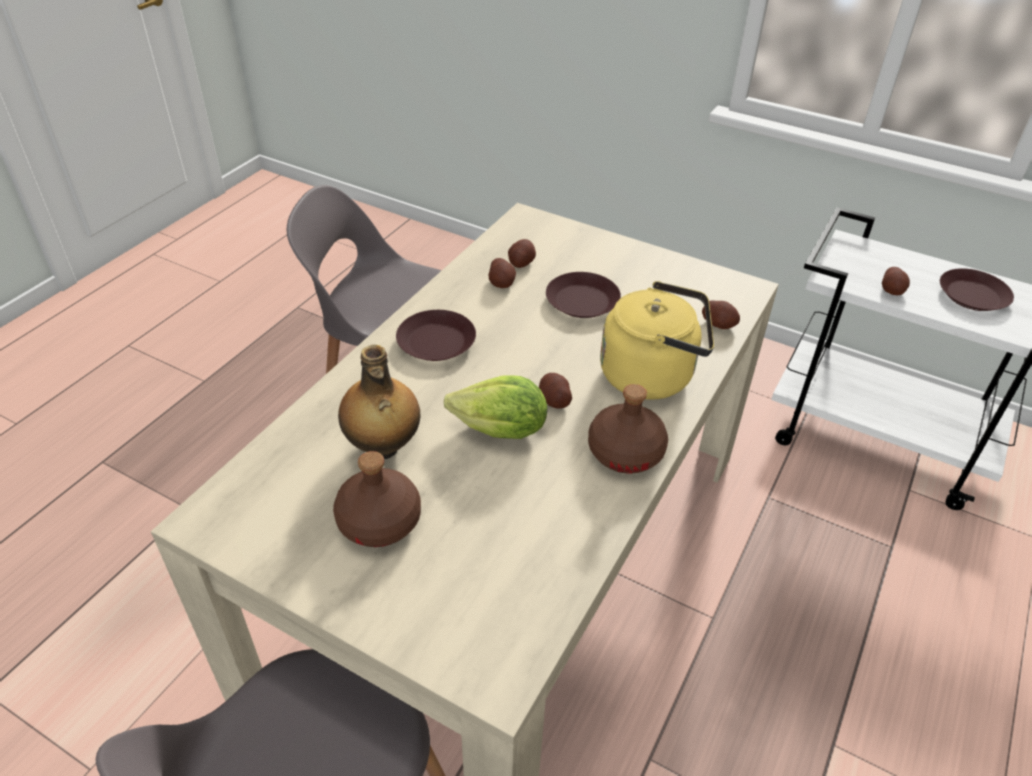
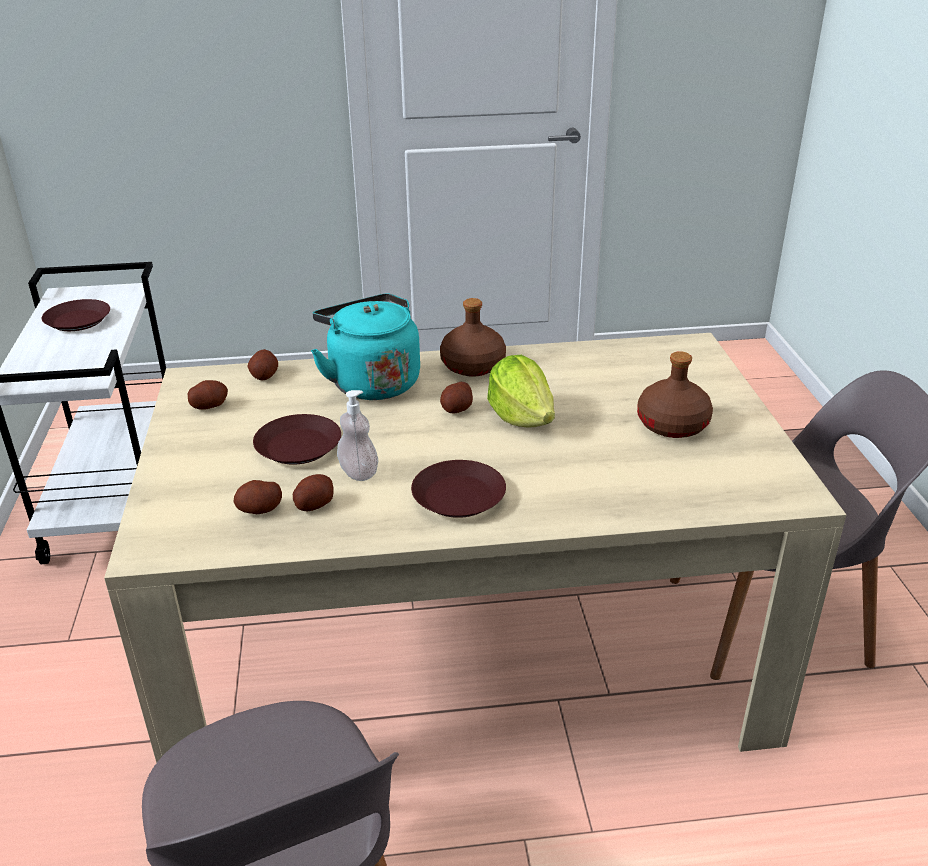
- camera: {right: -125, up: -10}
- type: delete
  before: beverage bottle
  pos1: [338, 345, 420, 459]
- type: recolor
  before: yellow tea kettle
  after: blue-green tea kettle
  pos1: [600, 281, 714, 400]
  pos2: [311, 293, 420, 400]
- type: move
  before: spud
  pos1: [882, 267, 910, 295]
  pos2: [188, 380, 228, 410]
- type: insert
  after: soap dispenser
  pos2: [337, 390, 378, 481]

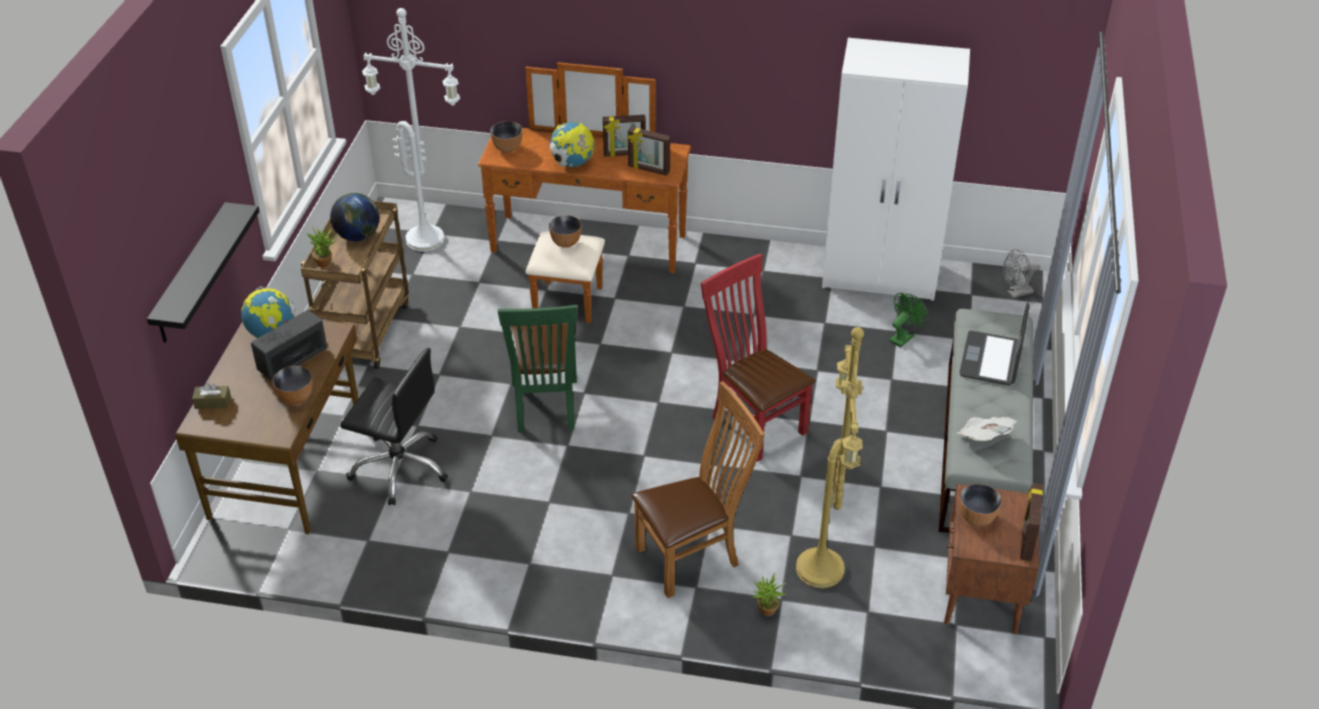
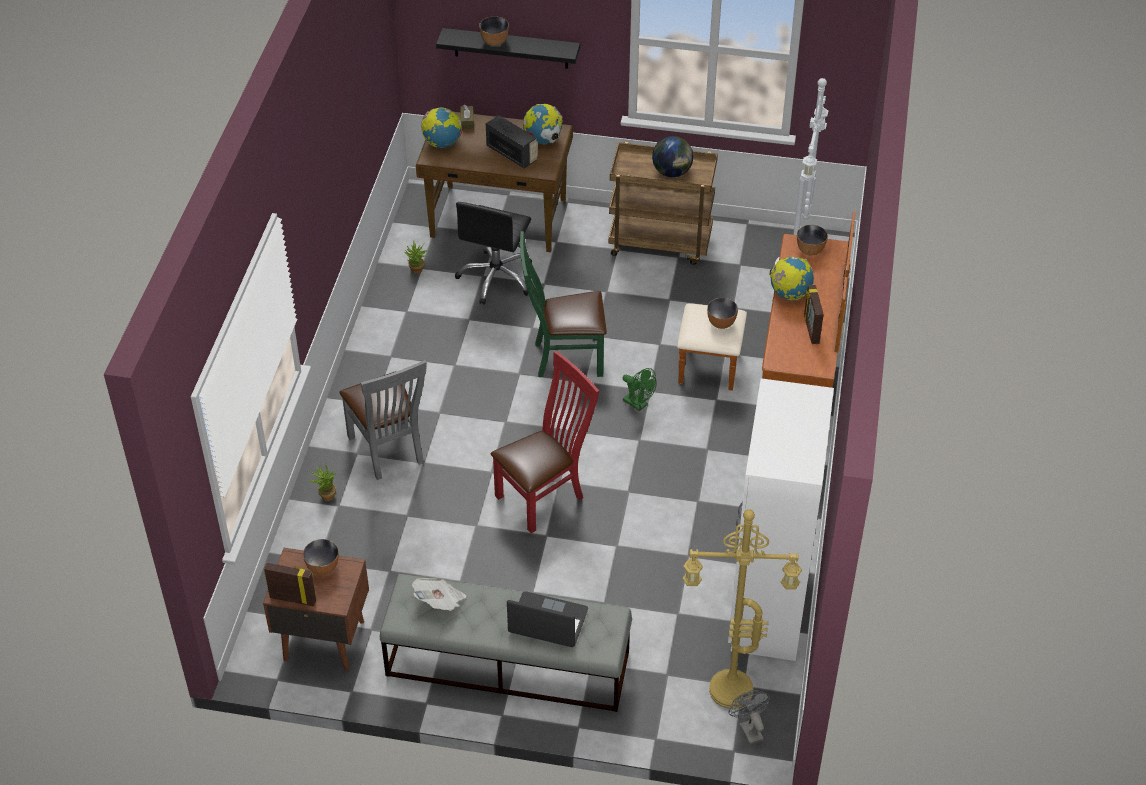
- camera: {right: 90, up: 5}
- type: move
  before: serving bowl
  pos1: [273, 366, 313, 405]
  pos2: [479, 16, 509, 46]
- type: move
  before: plant in a pot
  pos1: [306, 226, 337, 267]
  pos2: [405, 240, 428, 274]
- type: delete
  before: picture frame
  pos1: [627, 127, 670, 176]
- type: recolor
  before: brown chair
  after: grey chair
  pos1: [631, 381, 765, 598]
  pos2: [340, 360, 427, 480]
- type: move
  before: yellow standard lamp
  pos1: [796, 327, 864, 588]
  pos2: [682, 510, 802, 709]
- type: move
  before: green cooling fan
  pos1: [889, 293, 928, 347]
  pos2: [623, 368, 657, 411]
- type: insert
  after: globe
  pos2: [421, 107, 463, 148]

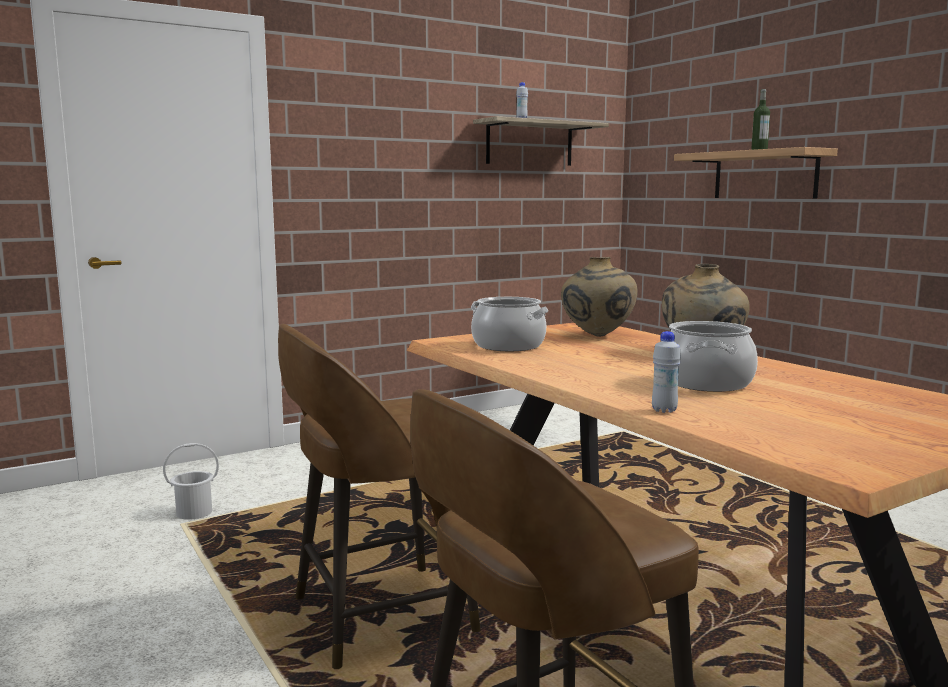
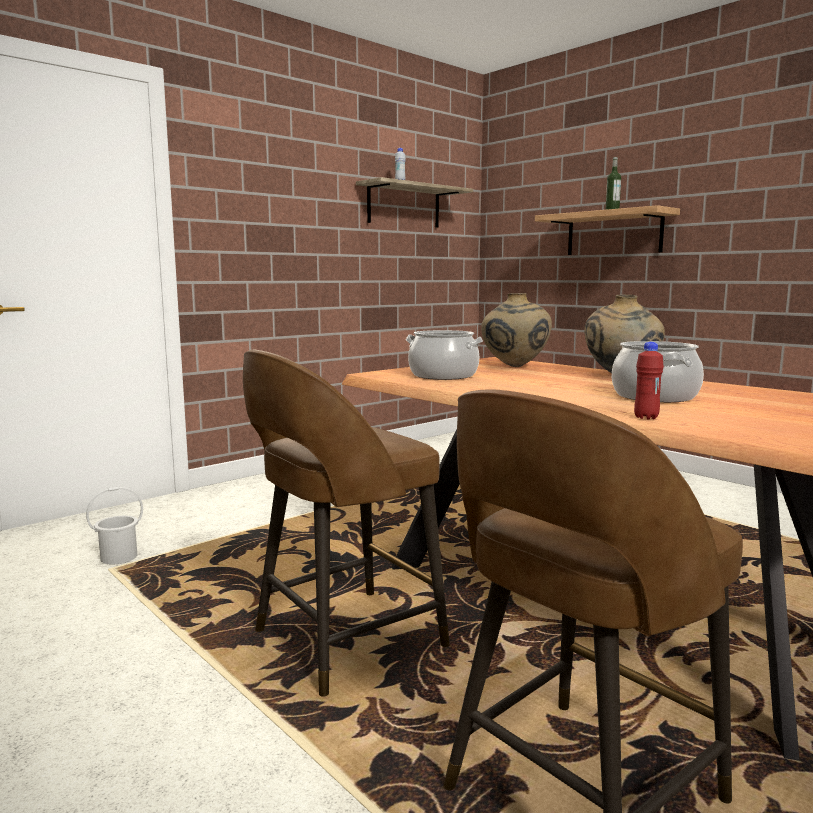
- camera: {right: -10, up: 0}
- type: recolor
  before: white beverage bottle
  after: red beverage bottle
  pos1: [652, 331, 681, 413]
  pos2: [634, 342, 664, 419]

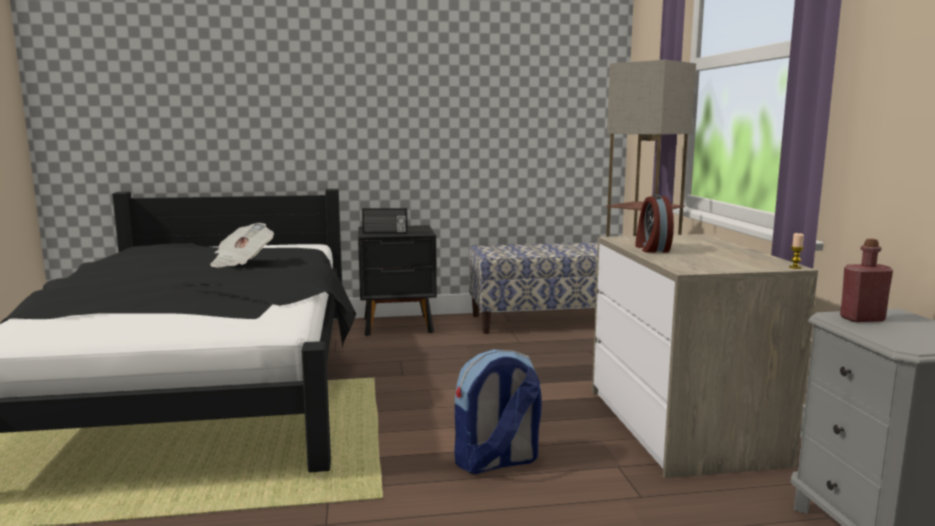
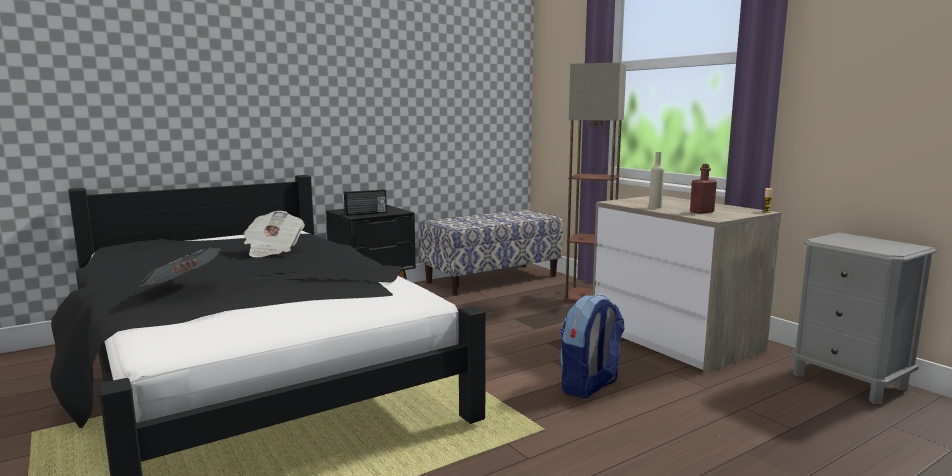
- camera: {right: -25, up: 0}
- type: replace
  before: bedside clock
  after: beige beverage bottle
  pos1: [635, 194, 674, 253]
  pos2: [649, 152, 664, 208]
- type: move
  before: red beverage bottle
  pos1: [840, 239, 893, 322]
  pos2: [690, 164, 717, 214]
- type: insert
  after: daily paper
  pos2: [138, 247, 221, 287]

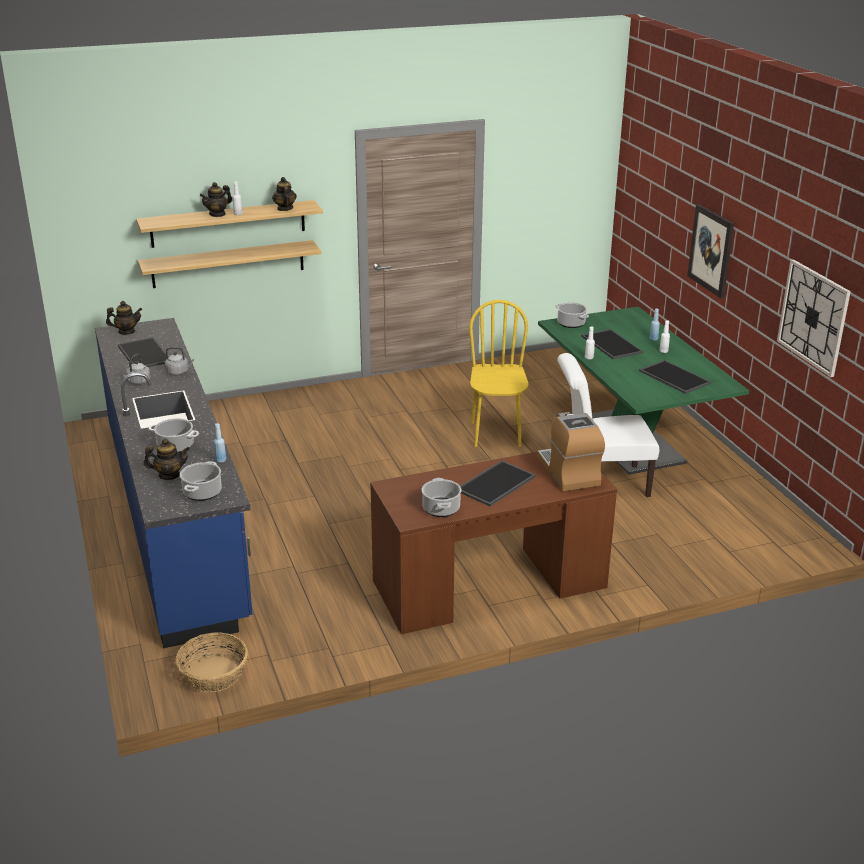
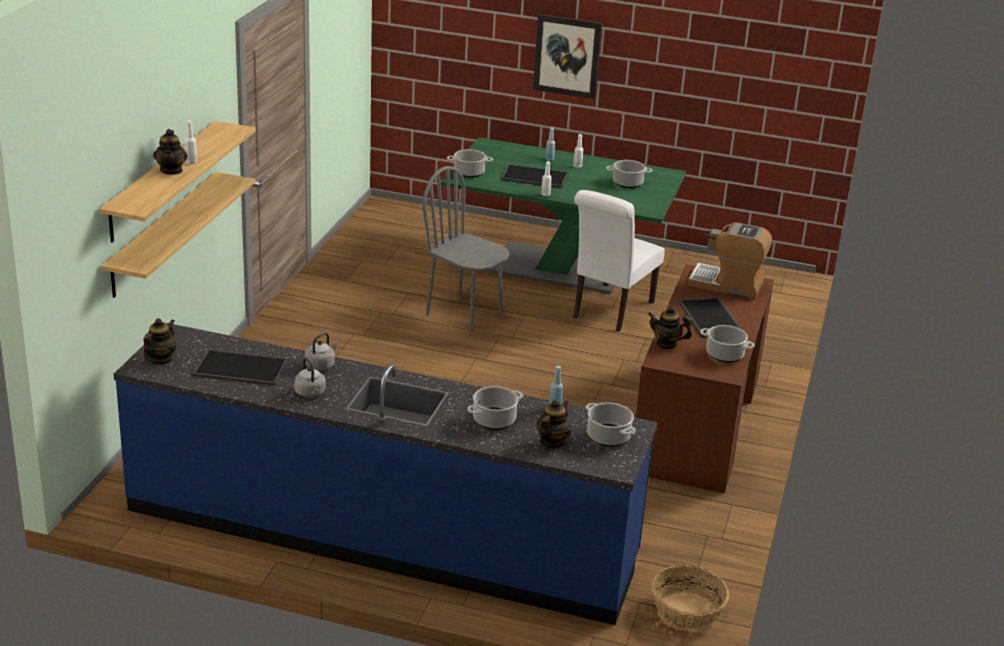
- camera: {right: -55, up: 0}
- type: move
  before: teapot
  pos1: [272, 177, 297, 211]
  pos2: [648, 307, 692, 350]
- type: recolor
  before: yellow chair
  after: grey chair
  pos1: [469, 300, 529, 447]
  pos2: [422, 166, 510, 333]
- type: replace
  before: tray
  after: saucepot
  pos1: [639, 360, 711, 394]
  pos2: [606, 160, 652, 188]
- type: delete
  before: wall clock
  pos1: [777, 259, 851, 377]

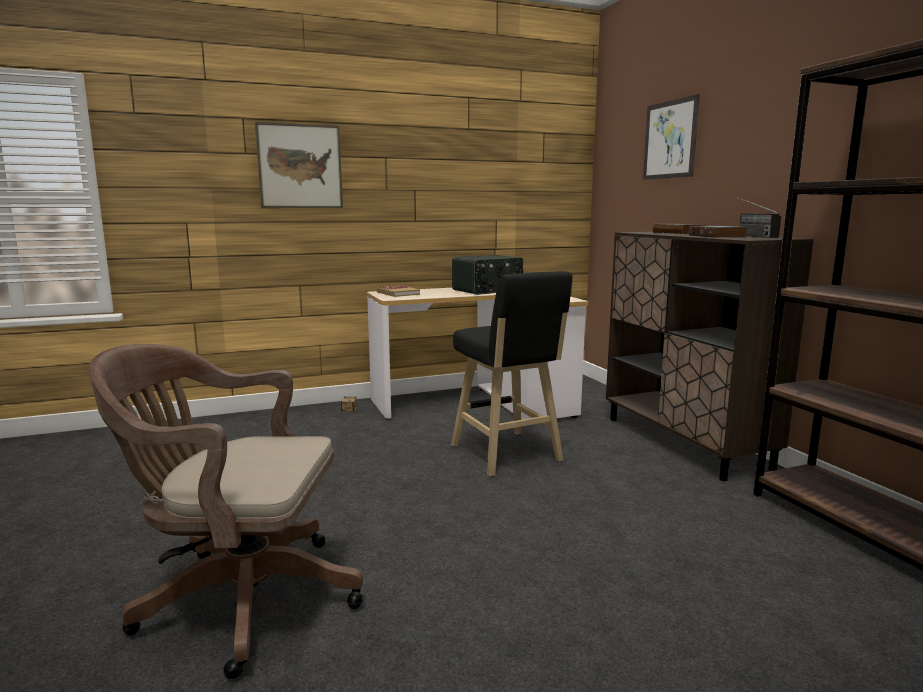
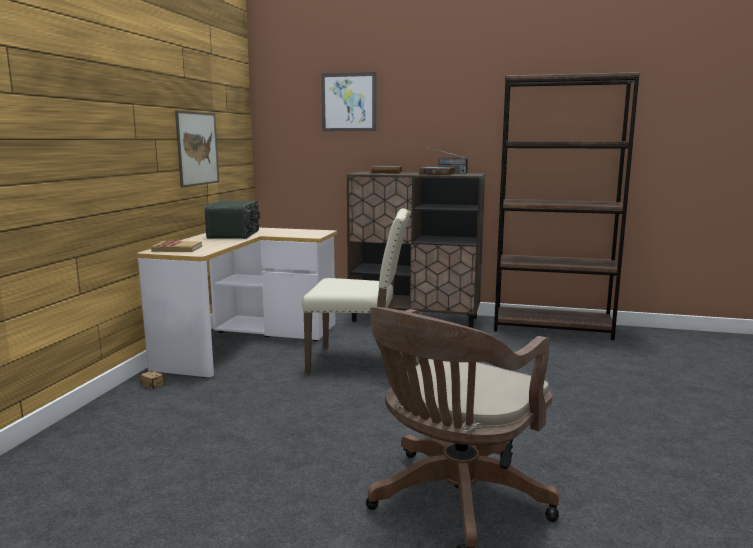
- camera: {right: -55, up: 0}
- type: move
  before: wall picture
  pos1: [255, 122, 343, 208]
  pos2: [175, 111, 219, 187]
- type: replace
  before: black stool seat
  after: beige chair
  pos1: [451, 271, 572, 477]
  pos2: [302, 208, 411, 374]

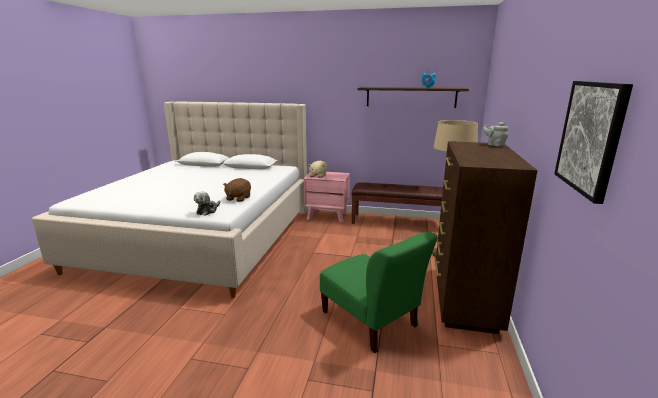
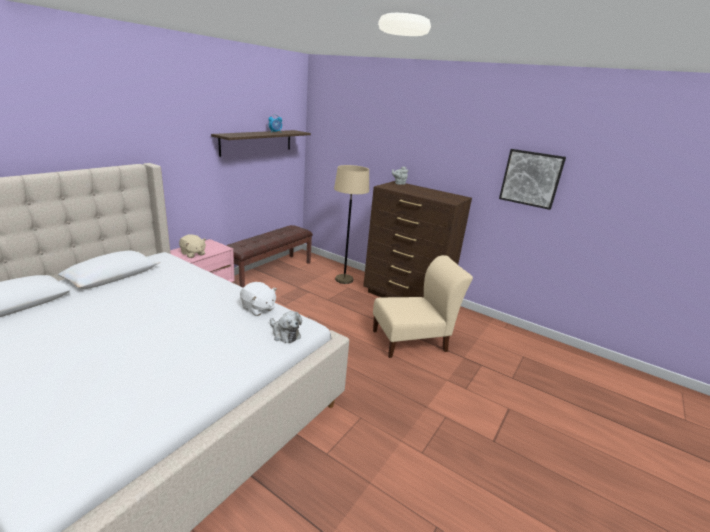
- camera: {right: -70, up: 5}
- type: recolor
  before: brown cuddly toy
  after: white cuddly toy
  pos1: [223, 178, 251, 202]
  pos2: [240, 282, 277, 316]
- type: recolor
  before: green chair
  after: beige chair
  pos1: [320, 232, 438, 353]
  pos2: [373, 255, 473, 358]

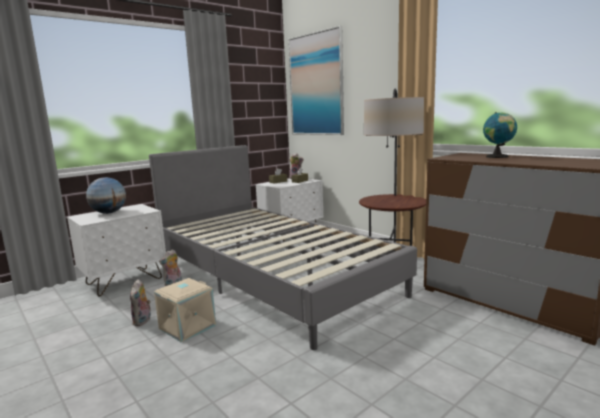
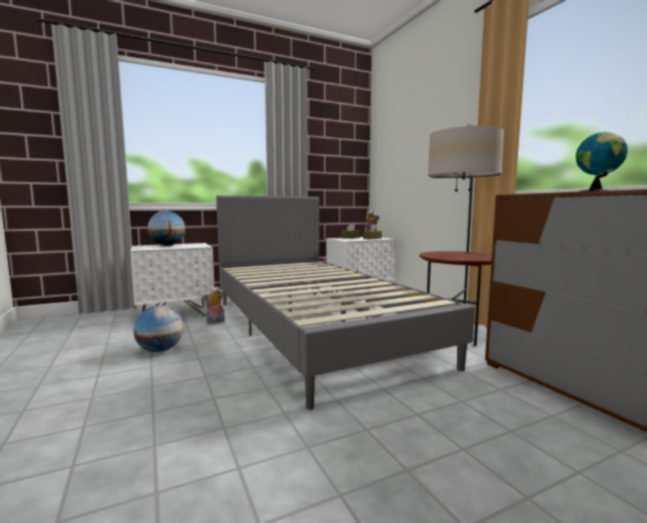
- camera: {right: 15, up: -5}
- type: replace
  before: cuddly toy
  after: globe
  pos1: [130, 279, 151, 326]
  pos2: [133, 305, 184, 352]
- type: delete
  before: beige storage bin
  pos1: [154, 278, 216, 342]
- type: delete
  before: wall picture
  pos1: [288, 26, 344, 135]

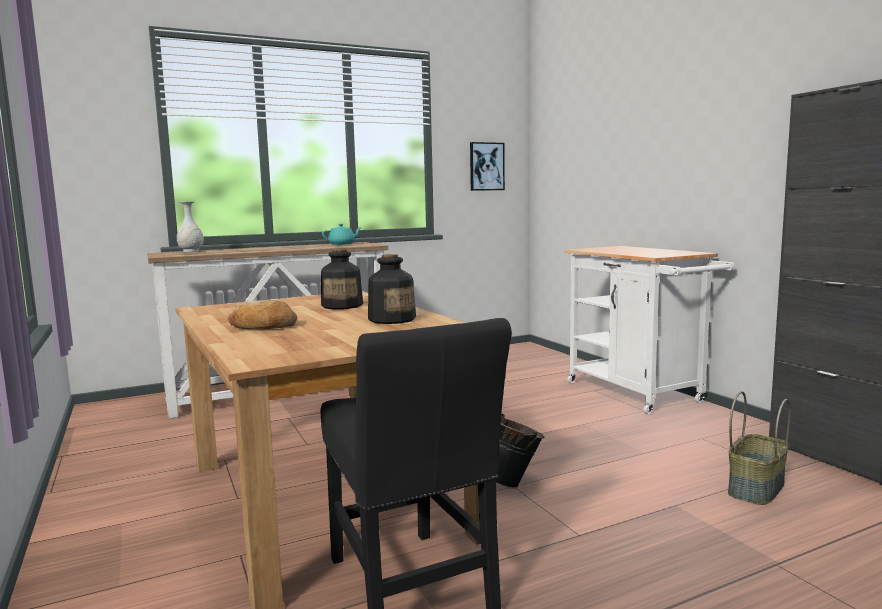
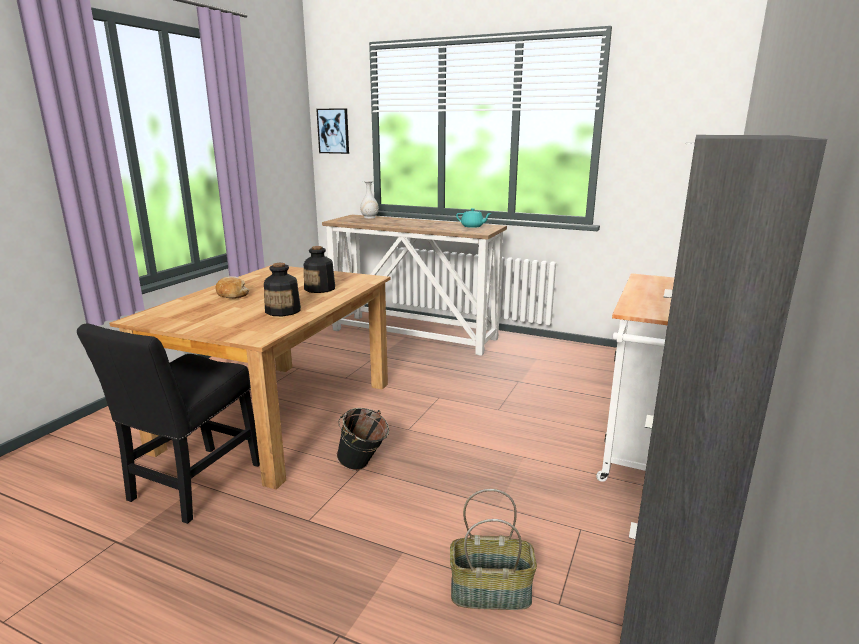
- camera: {right: 50, up: 10}
- type: move
  before: wall picture
  pos1: [470, 142, 505, 191]
  pos2: [316, 108, 349, 154]

